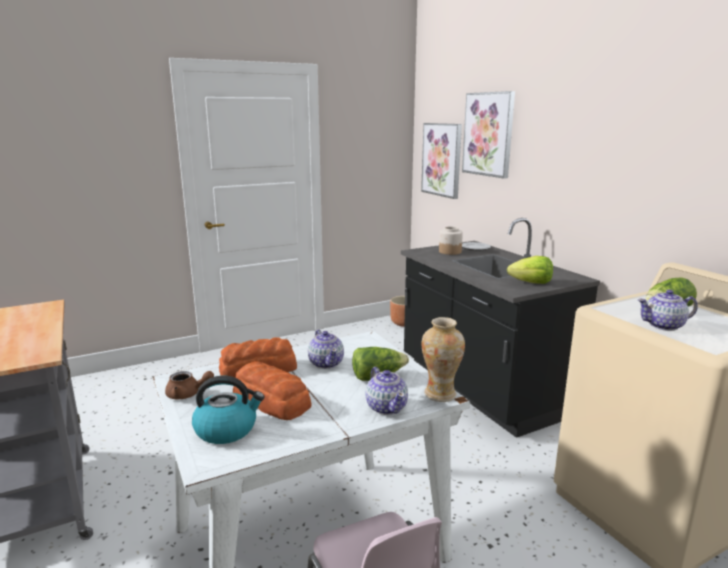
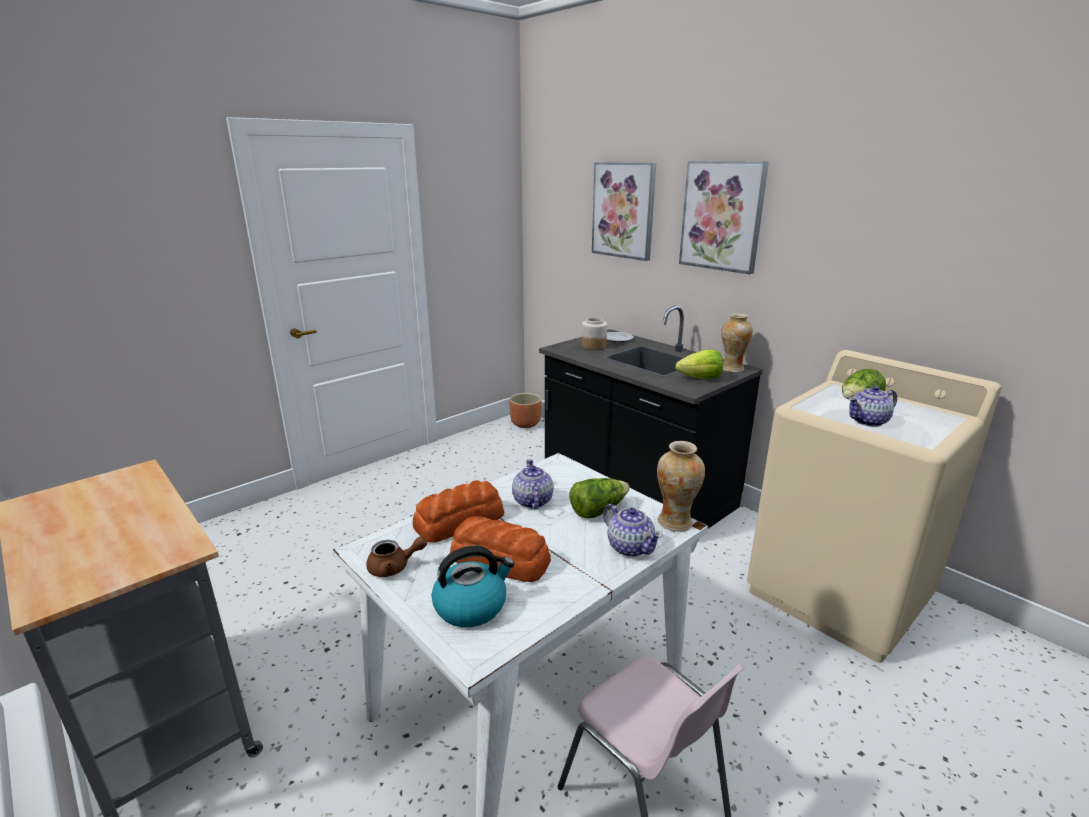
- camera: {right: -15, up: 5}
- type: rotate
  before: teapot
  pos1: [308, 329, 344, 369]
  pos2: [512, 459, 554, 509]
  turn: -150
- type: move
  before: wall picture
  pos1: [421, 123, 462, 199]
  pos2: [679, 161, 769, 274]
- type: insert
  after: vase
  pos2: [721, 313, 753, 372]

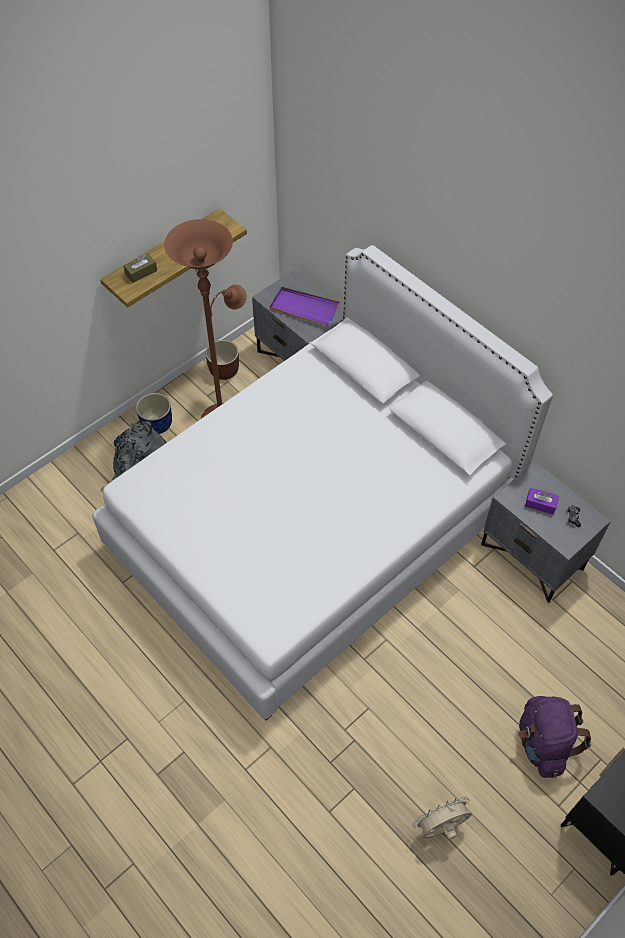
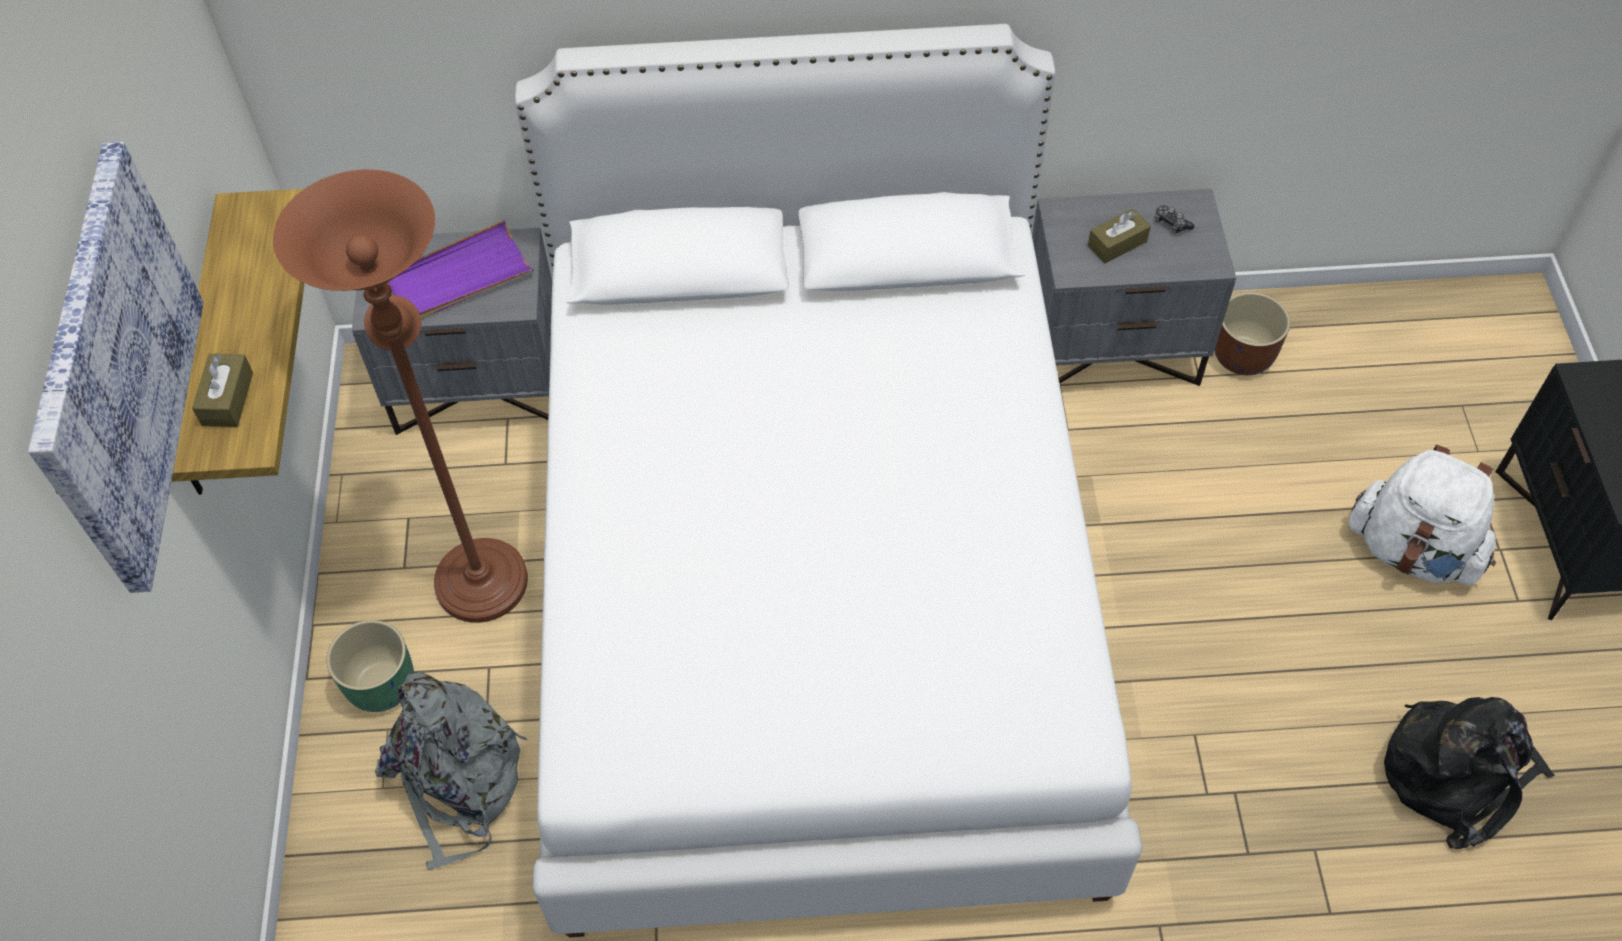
- camera: {right: -50, up: 0}
- type: recolor
  before: blue flower pot
  after: green flower pot
  pos1: [136, 393, 172, 434]
  pos2: [327, 620, 414, 712]
- type: move
  before: brown flower pot
  pos1: [205, 340, 239, 380]
  pos2: [1214, 292, 1290, 375]
- type: replace
  before: beige cooling fan
  after: black backpack
  pos1: [413, 797, 472, 840]
  pos2: [1384, 697, 1555, 849]
- type: recolor
  before: purple-coloured backpack
  after: white backpack
  pos1: [518, 696, 591, 778]
  pos2: [1349, 445, 1496, 585]
- type: recolor
  before: purple-coloured tissue holder
  after: brown tissue holder
  pos1: [525, 488, 559, 515]
  pos2: [1088, 209, 1151, 263]
- type: insert
  after: wall picture
  pos2: [28, 142, 204, 593]

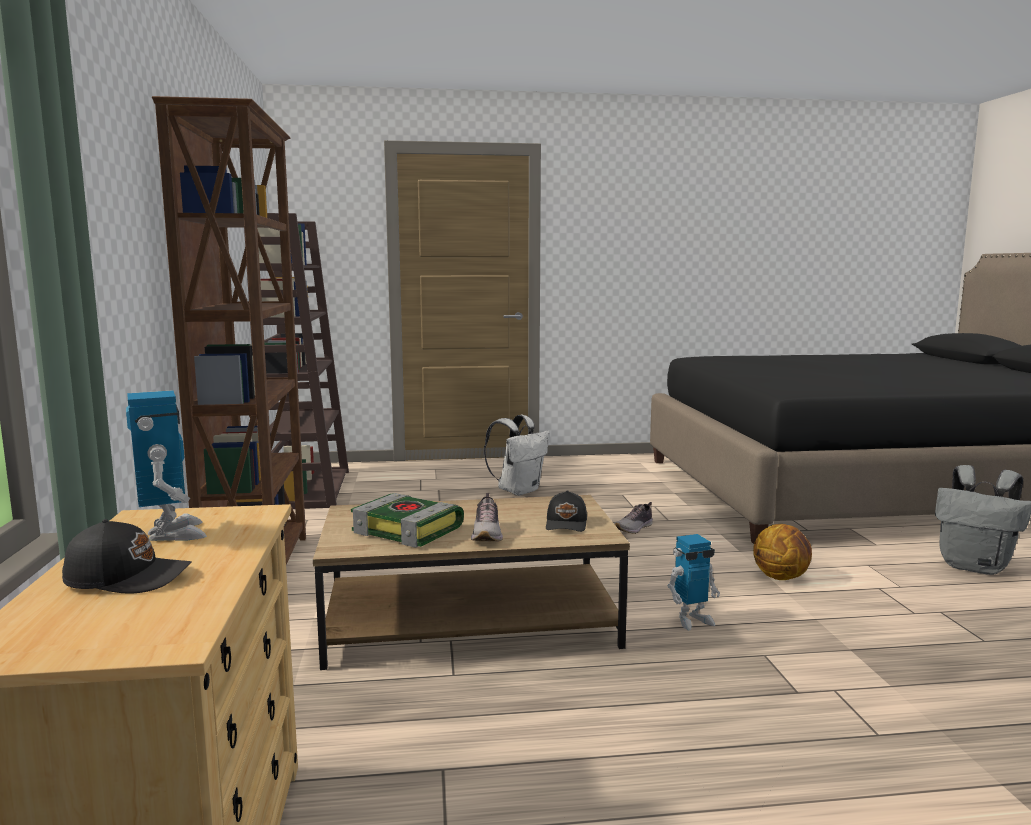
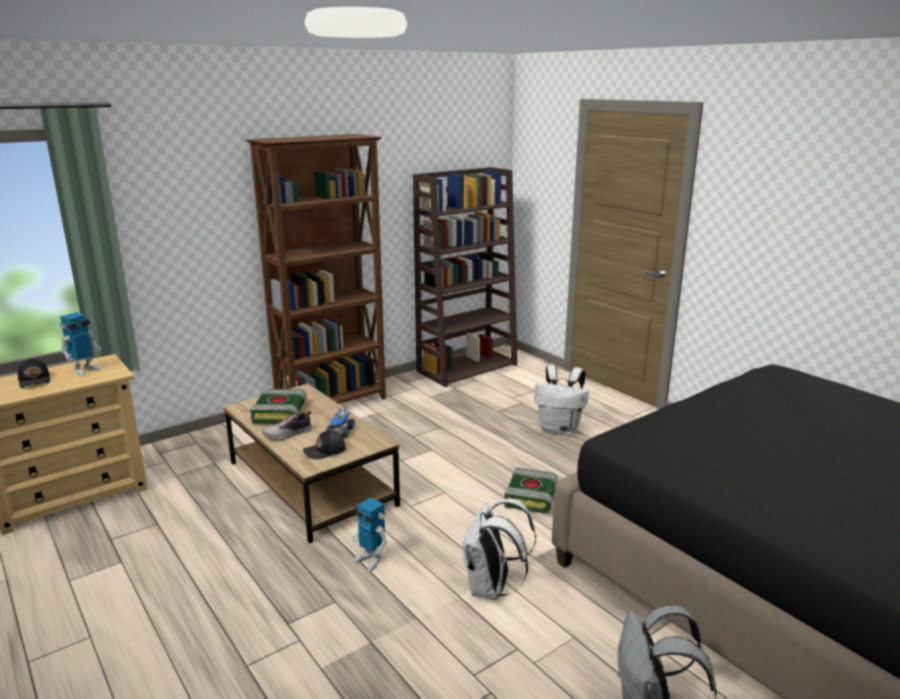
- camera: {right: 60, up: 10}
- type: replace
  before: shoe
  after: book
  pos1: [615, 502, 653, 534]
  pos2: [504, 468, 558, 513]
- type: replace
  before: basketball ball
  after: white backpack
  pos1: [753, 524, 812, 580]
  pos2: [463, 499, 536, 600]
- type: insert
  after: model truck
  pos2: [326, 407, 355, 438]

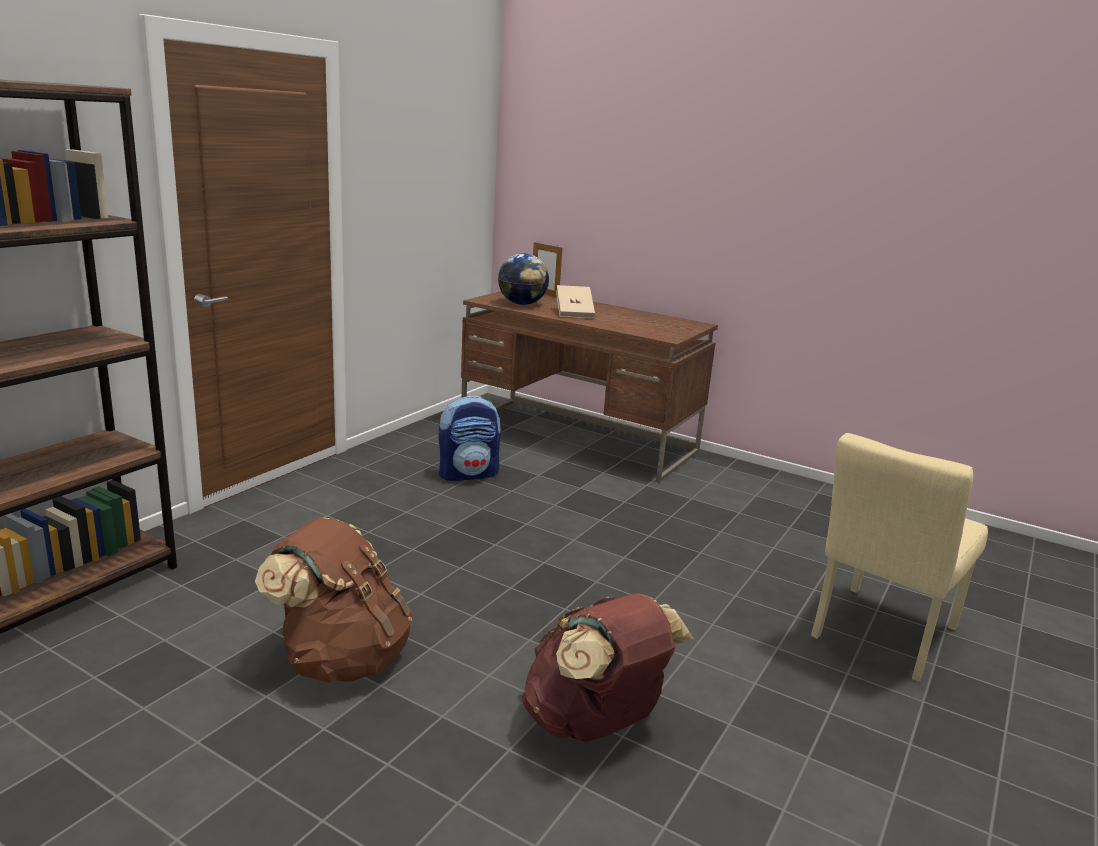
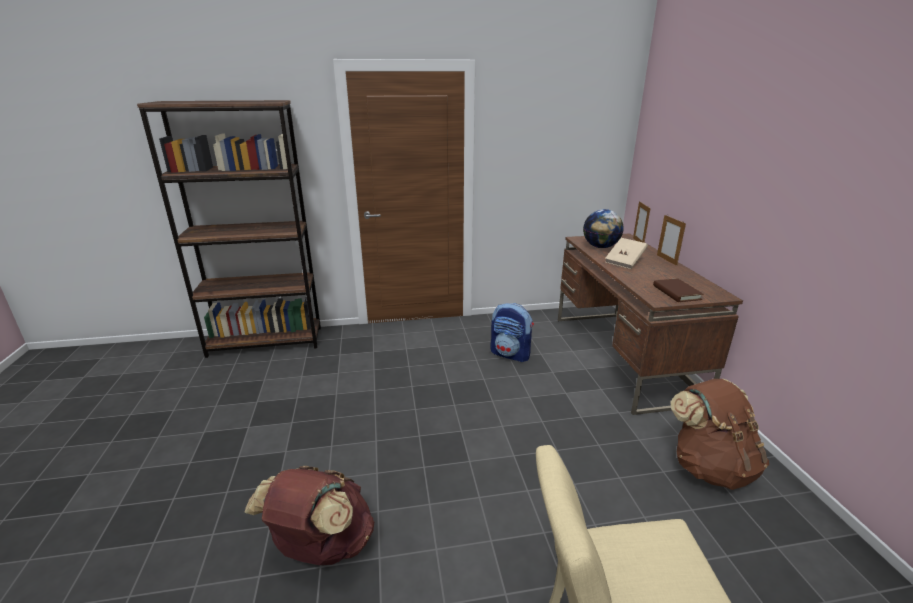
- camera: {right: 50, up: 5}
- type: move
  before: brown backpack
  pos1: [255, 518, 413, 683]
  pos2: [670, 379, 769, 490]
- type: insert
  after: brown book
  pos2: [653, 278, 703, 302]
- type: insert
  after: picture frame
  pos2: [657, 215, 686, 266]

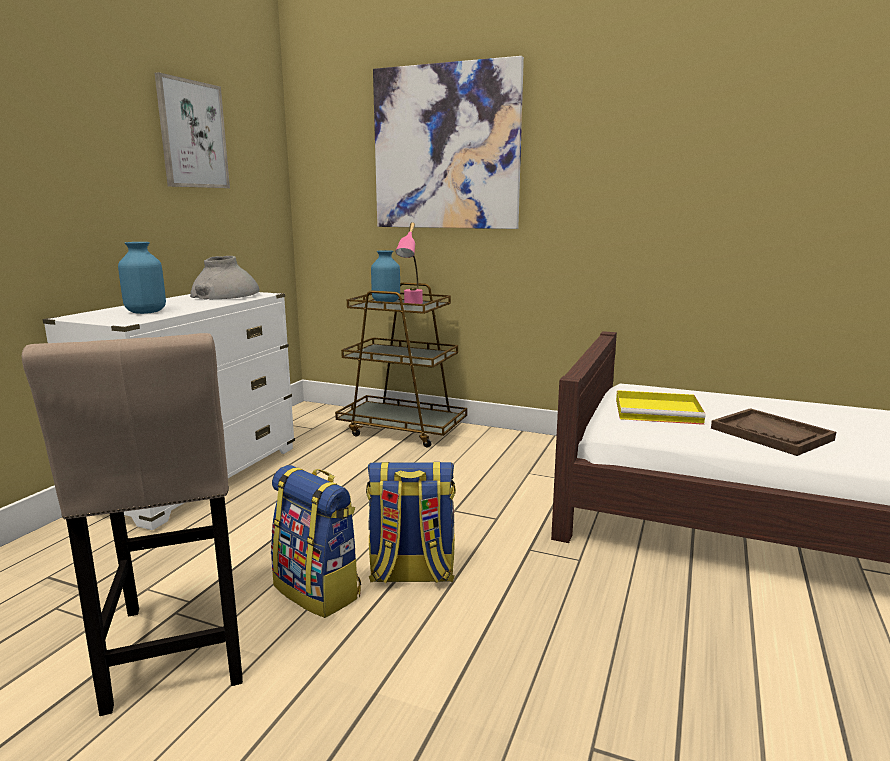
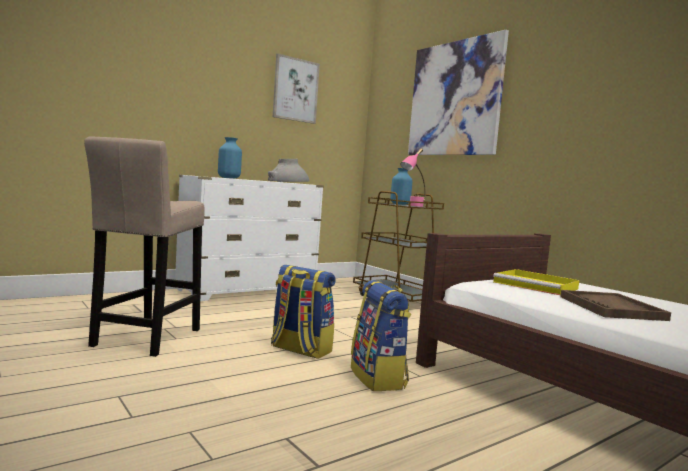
- camera: {right: 30, up: -10}
- type: move
  before: backpack
  pos1: [271, 465, 361, 618]
  pos2: [351, 280, 411, 391]

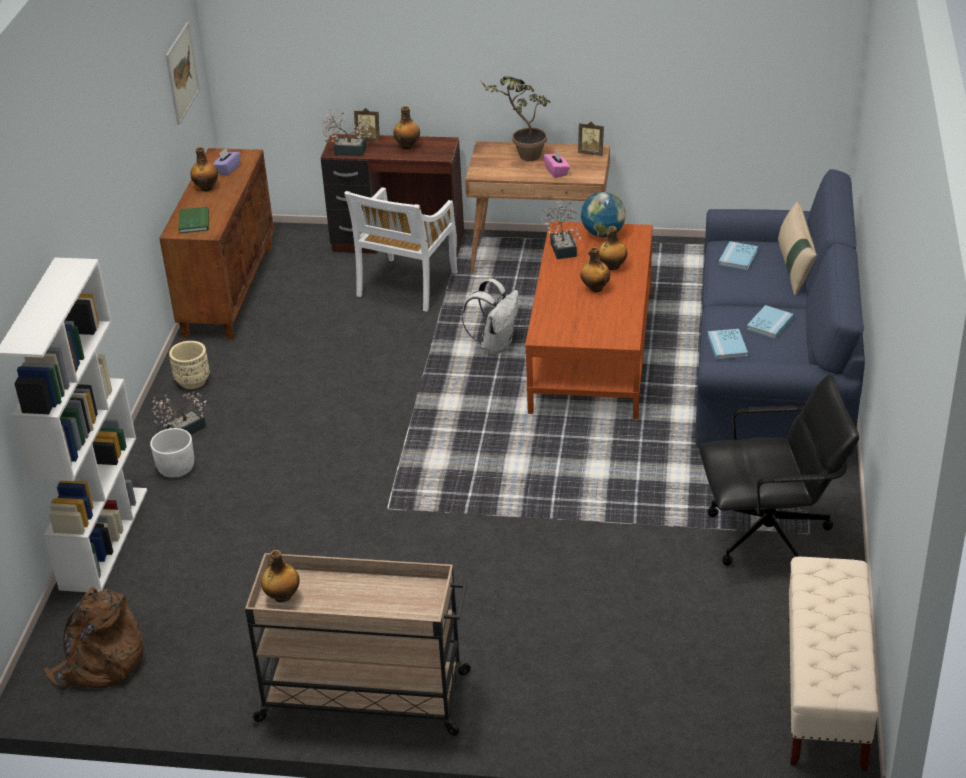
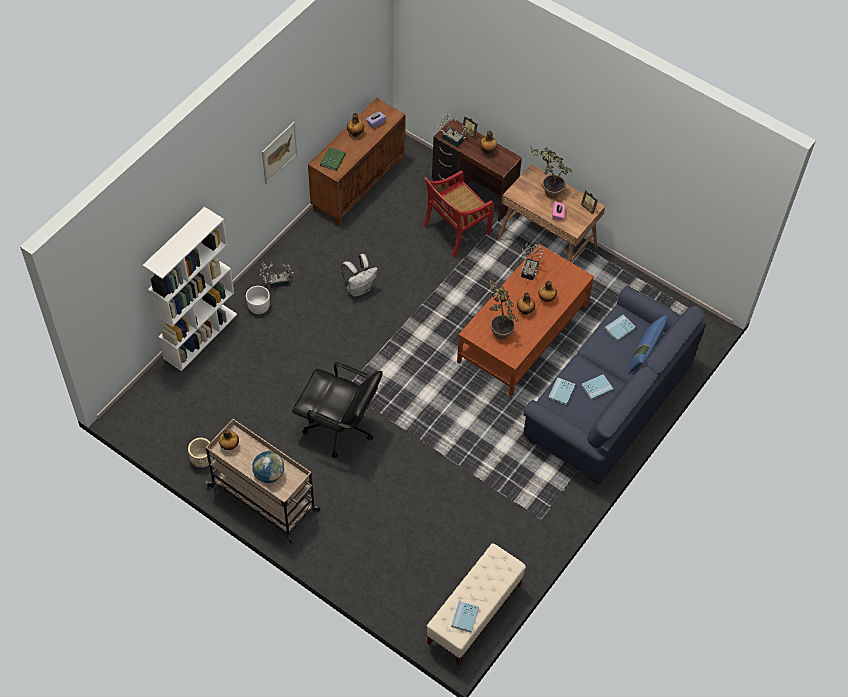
- camera: {right: 25, up: 20}
- type: delete
  before: brown backpack
  pos1: [43, 587, 144, 690]
- type: move
  before: wall picture
  pos1: [165, 22, 200, 125]
  pos2: [262, 122, 297, 184]
- type: move
  before: beige flower pot
  pos1: [169, 341, 210, 389]
  pos2: [188, 438, 213, 468]
- type: recolor
  before: white chair
  after: red chair
  pos1: [344, 187, 458, 312]
  pos2: [424, 170, 493, 257]
- type: move
  before: white backpack
  pos1: [462, 278, 518, 354]
  pos2: [341, 254, 378, 297]
- type: move
  before: globe
  pos1: [581, 192, 626, 237]
  pos2: [252, 451, 284, 483]
- type: move
  before: black office chair
  pos1: [699, 374, 859, 566]
  pos2: [292, 362, 382, 458]
- type: recolor
  before: beige throw pillow
  after: blue throw pillow
  pos1: [778, 201, 817, 295]
  pos2: [628, 315, 668, 374]
- type: insert
  after: blue book
  pos2: [451, 601, 479, 633]
- type: insert
  after: plant in a pot
  pos2: [488, 279, 519, 339]

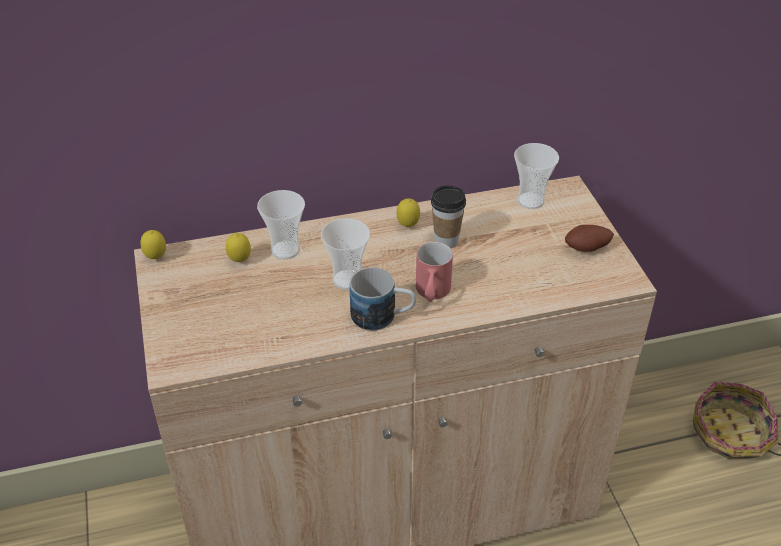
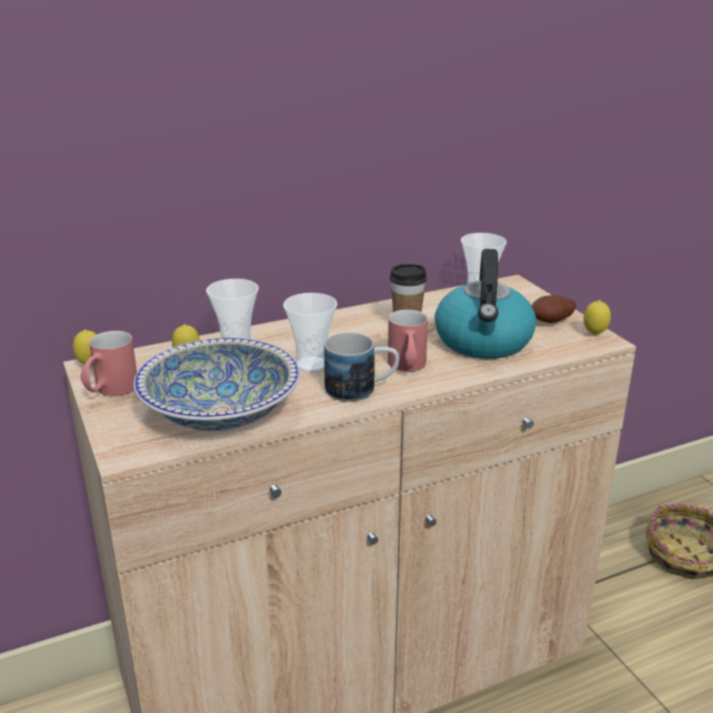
- camera: {right: -10, up: -15}
- type: move
  before: whole lemon
  pos1: [397, 198, 420, 227]
  pos2: [584, 300, 611, 335]
- type: insert
  after: red coffee mug
  pos2: [80, 331, 137, 396]
- type: insert
  after: serving bowl
  pos2: [134, 338, 300, 431]
- type: insert
  after: tea kettle
  pos2: [435, 249, 536, 359]

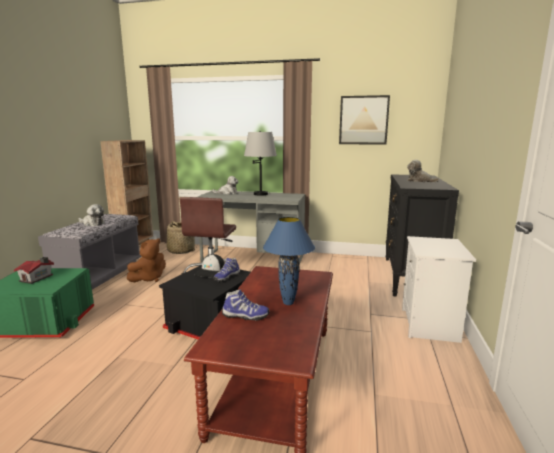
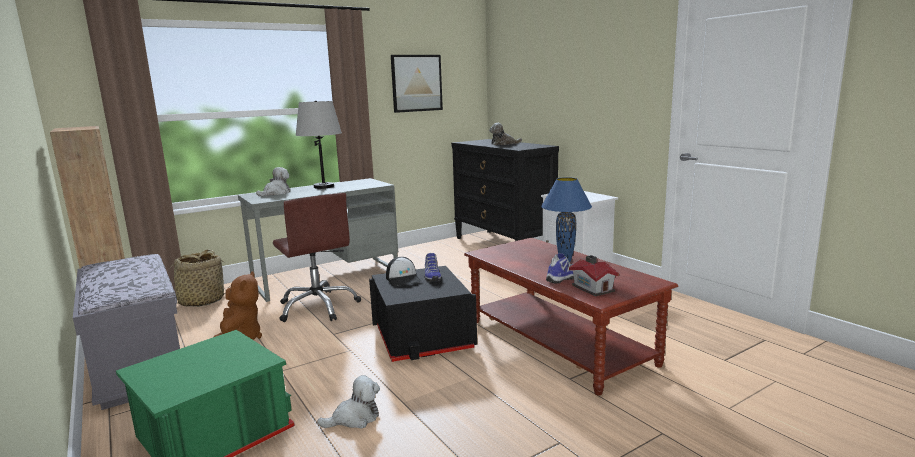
- camera: {right: -45, up: 0}
- type: move
  before: model house
  pos1: [14, 257, 54, 284]
  pos2: [569, 255, 619, 296]
- type: move
  before: cuddly toy
  pos1: [79, 204, 105, 226]
  pos2: [317, 375, 380, 429]

